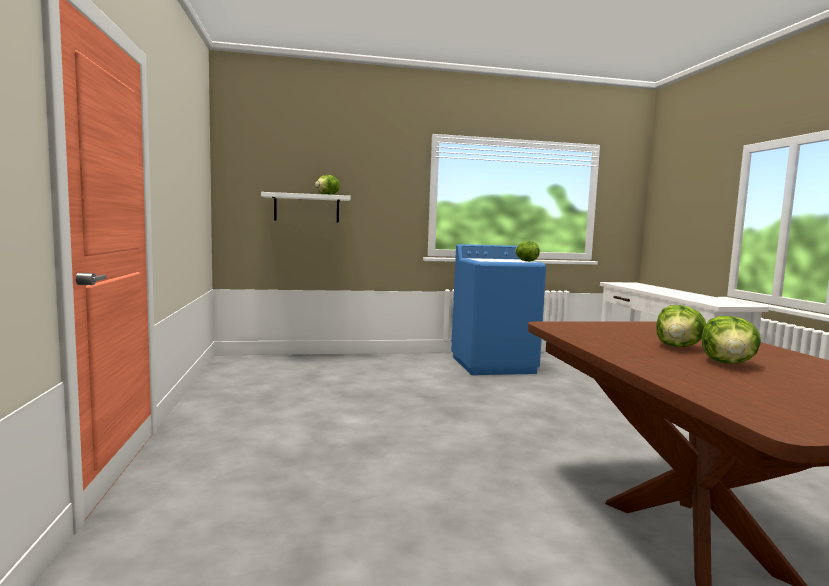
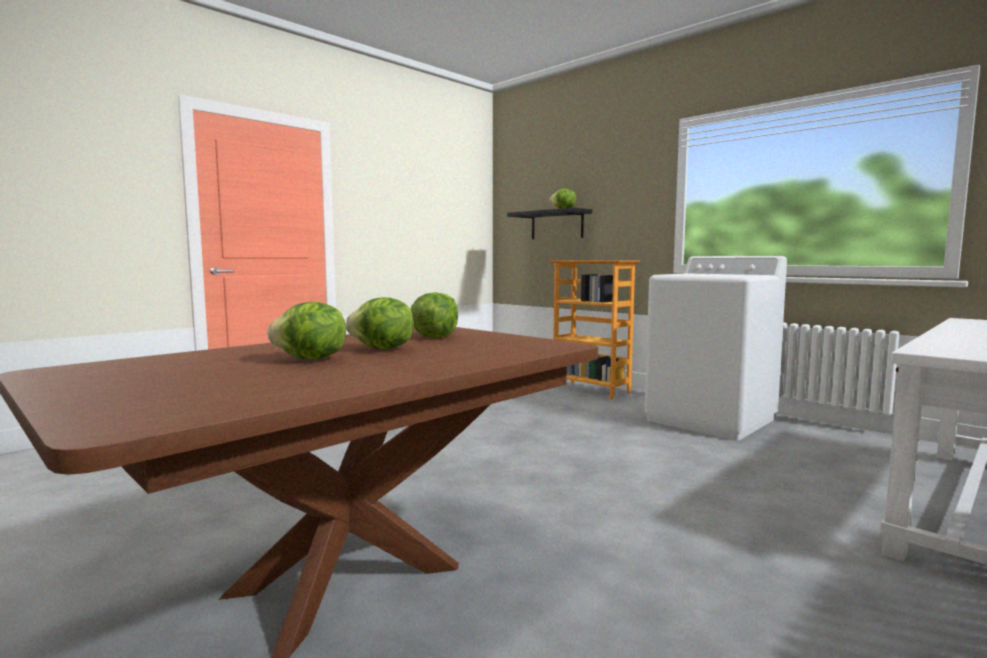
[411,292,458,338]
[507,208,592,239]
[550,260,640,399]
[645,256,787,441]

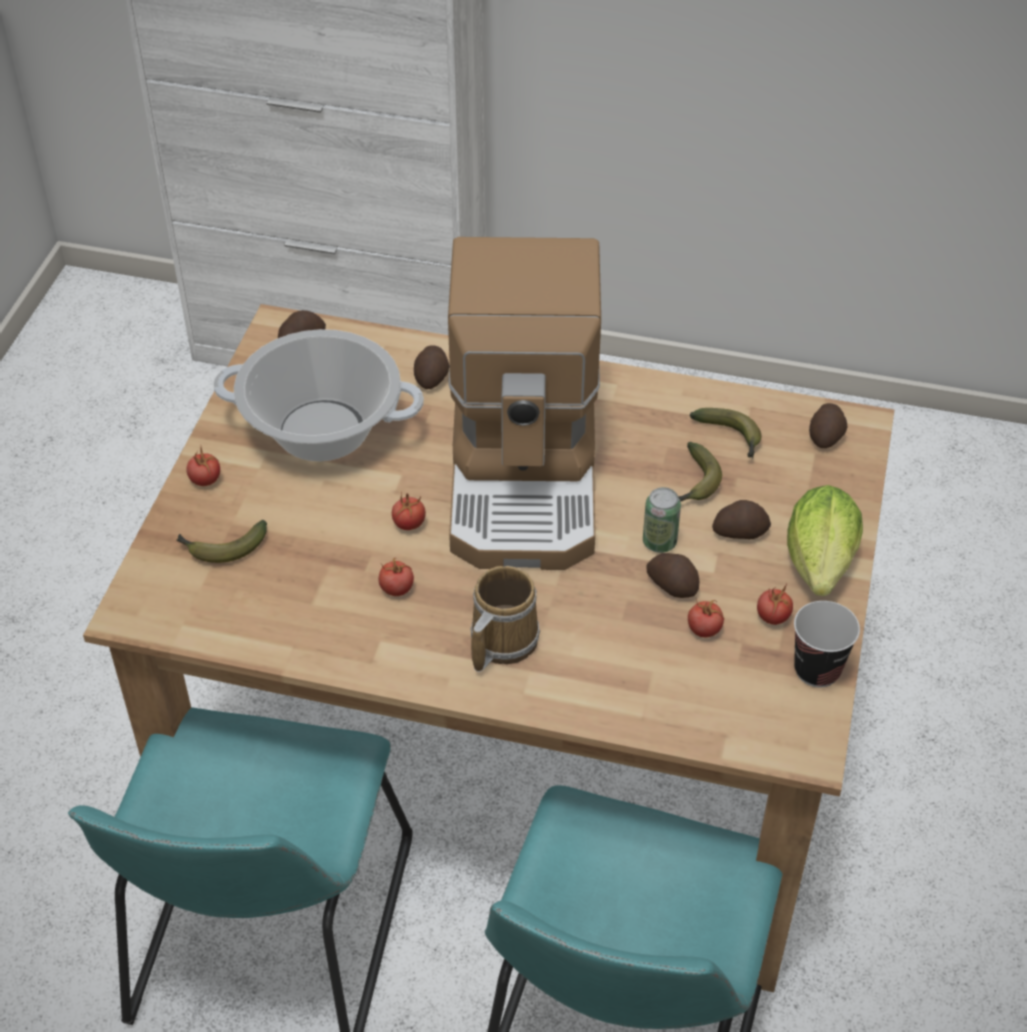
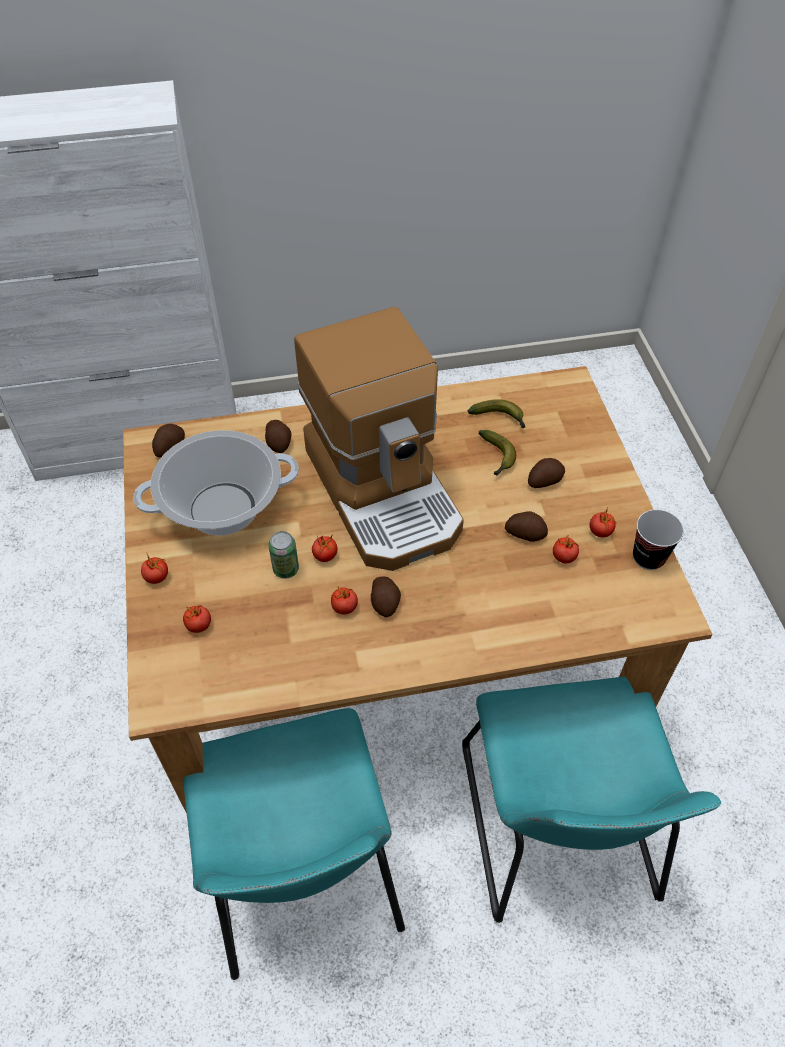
[183,605,211,633]
[268,531,299,579]
[371,576,401,617]
[470,566,540,672] (first image)
[787,485,863,596] (first image)

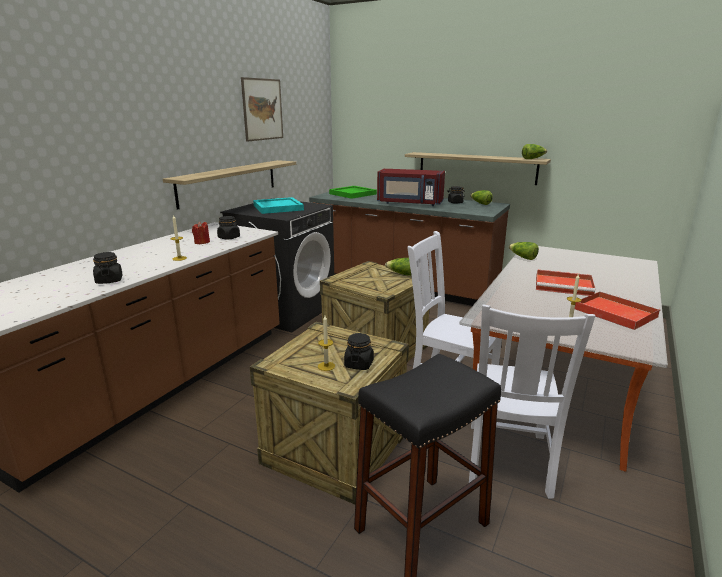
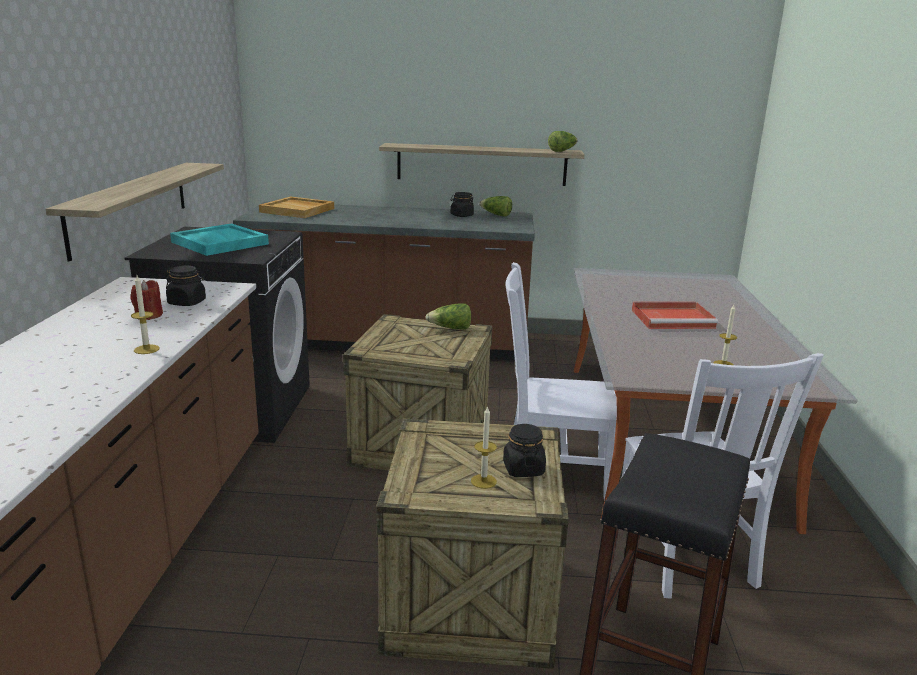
[259,196,334,218]
[93,252,123,284] (first image)
[241,77,283,142] (first image)
[377,169,445,206] (first image)
[509,242,539,260] (first image)
[575,291,660,330] (first image)

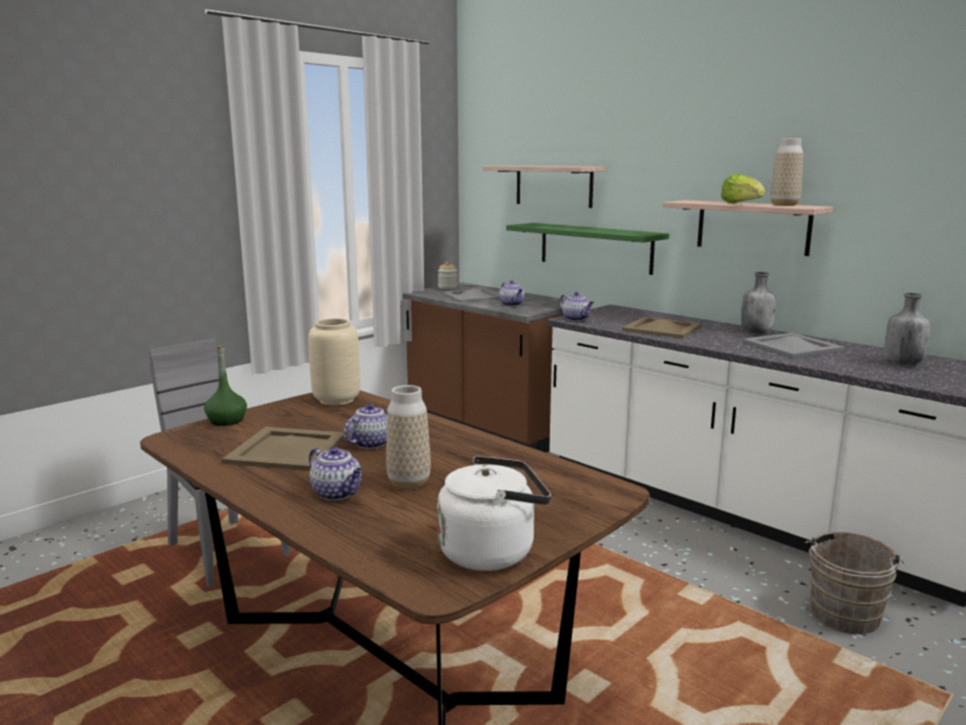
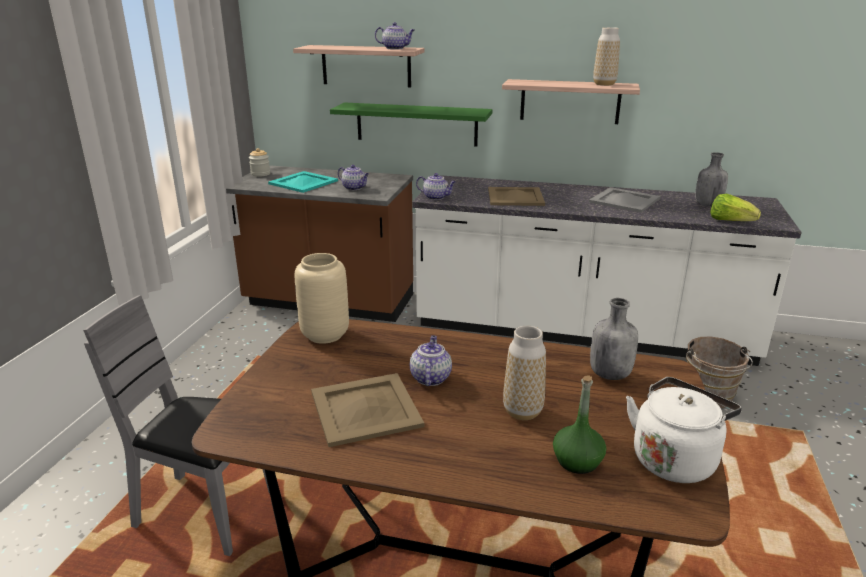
[268,171,338,193]
[375,22,415,50]
[553,375,606,474]
[590,298,638,380]
[710,194,761,221]

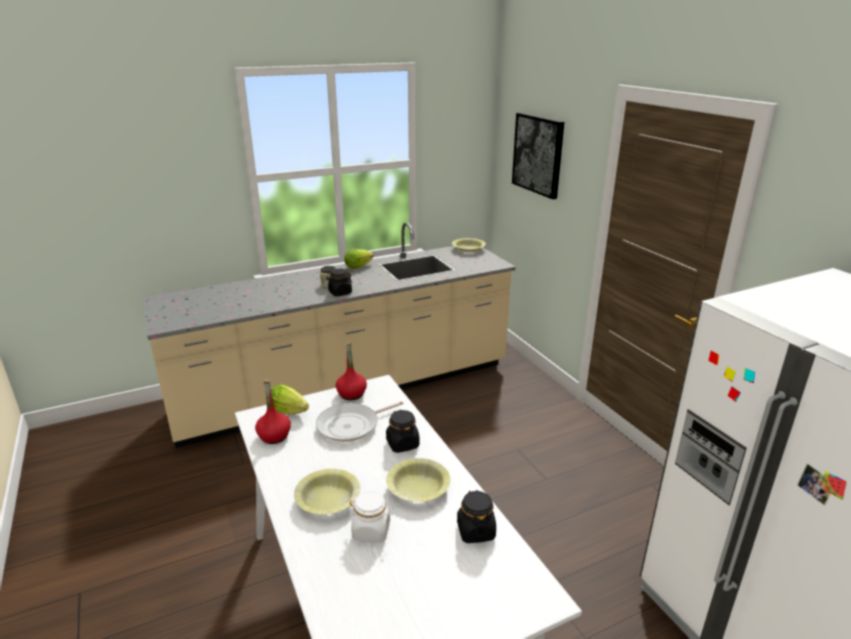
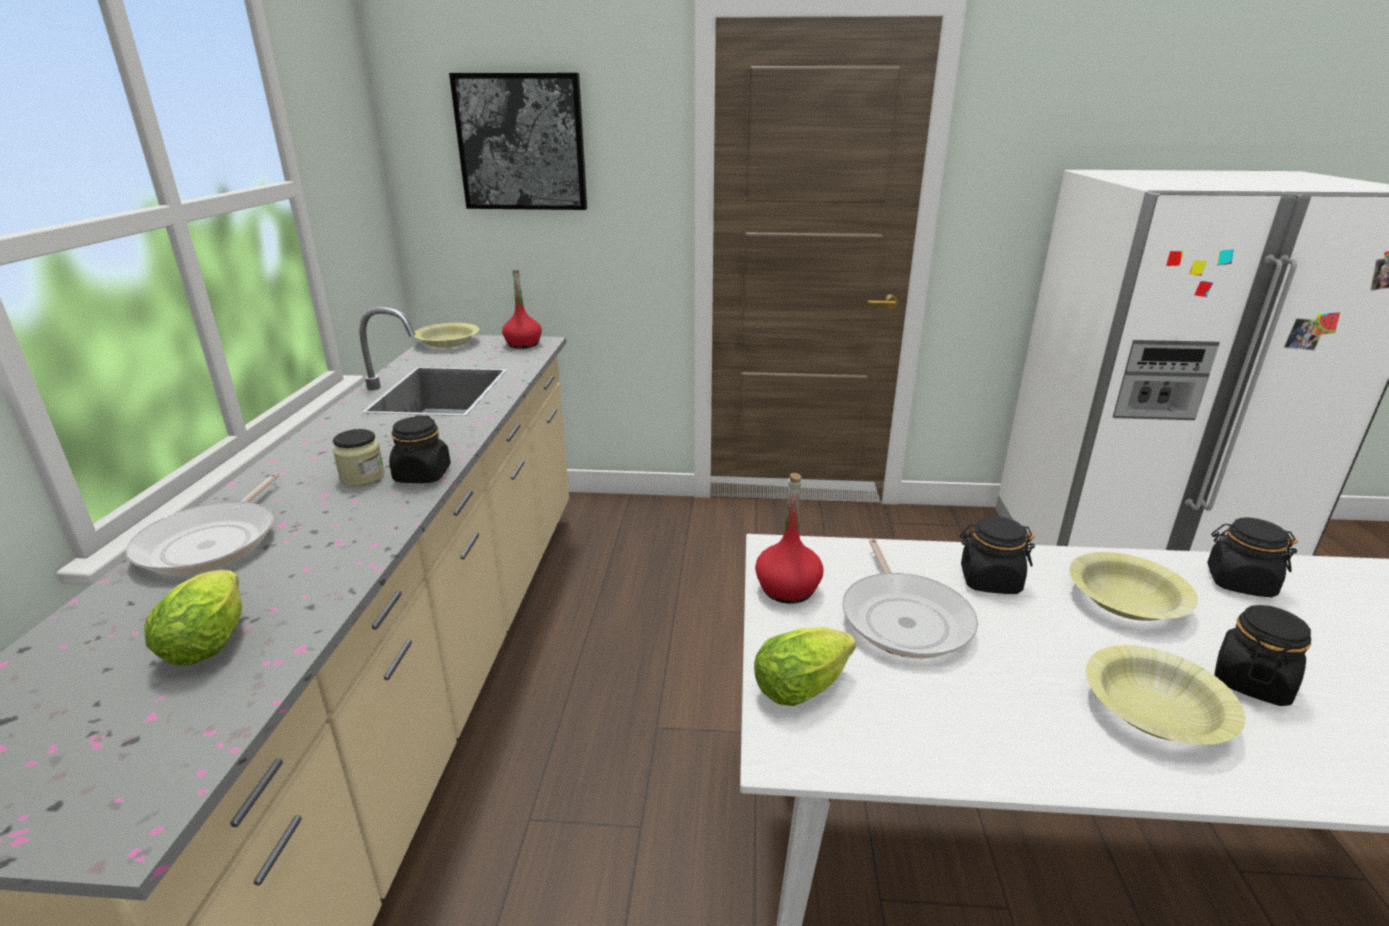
[126,473,279,575]
[144,570,242,666]
[502,270,542,349]
[1214,605,1311,706]

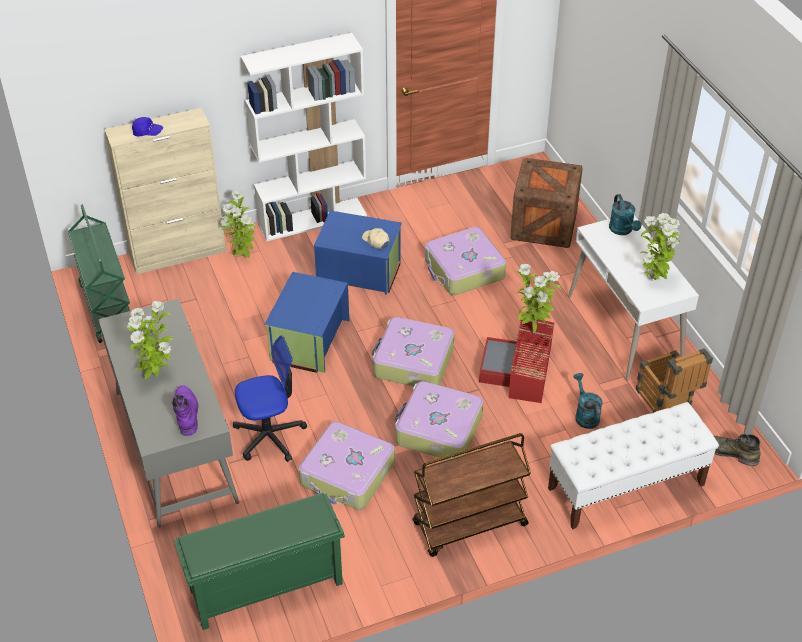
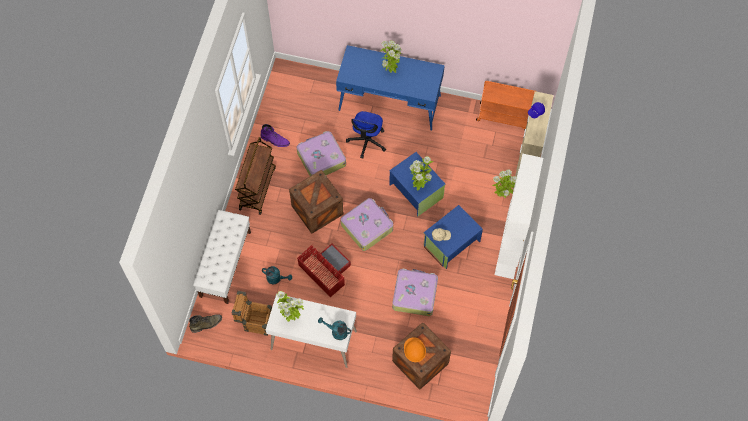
[261,124,290,147]
[289,170,343,233]
[336,45,445,131]
[404,337,426,362]
[409,156,433,191]
[476,81,537,131]
[174,493,345,630] (first image)

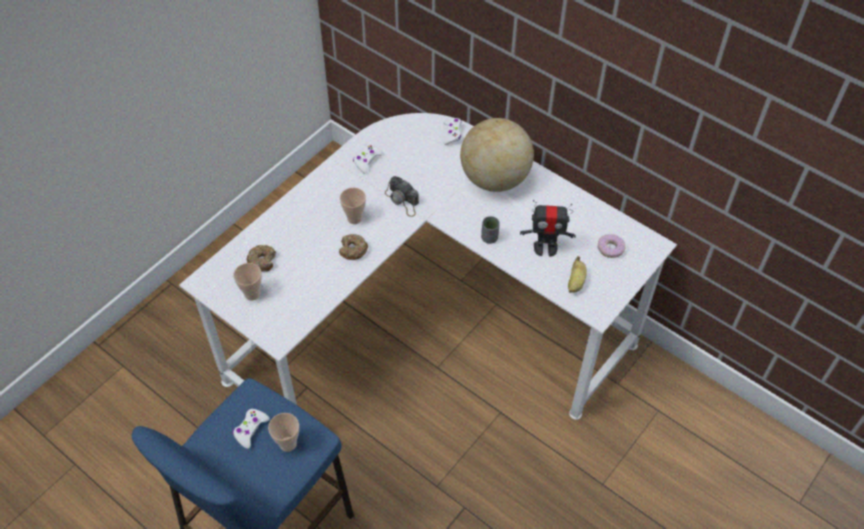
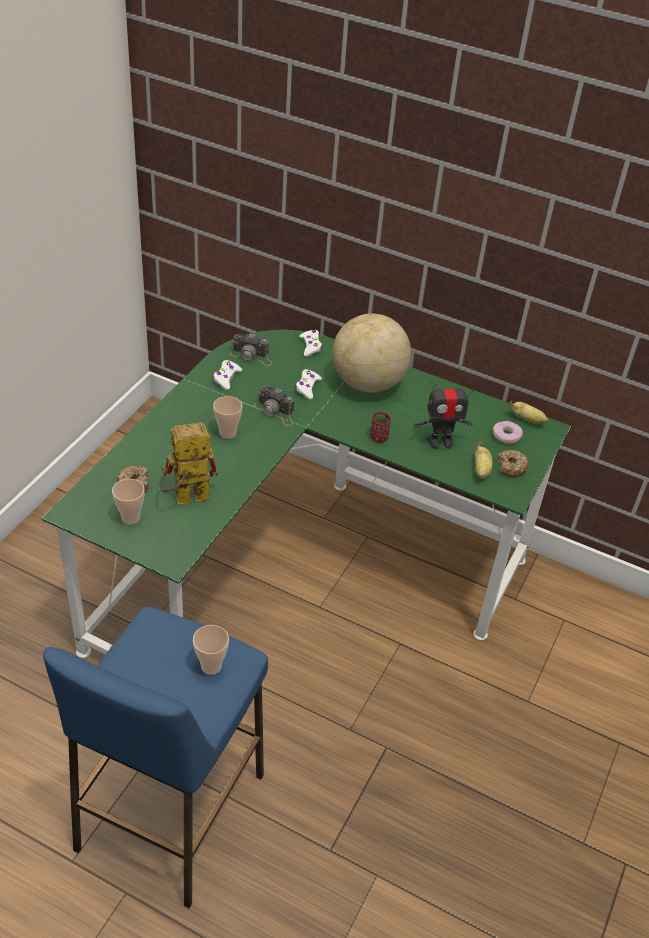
[42,330,571,658]
[160,422,219,505]
[230,334,273,366]
[295,369,322,400]
[370,412,391,443]
[497,450,529,477]
[509,401,548,424]

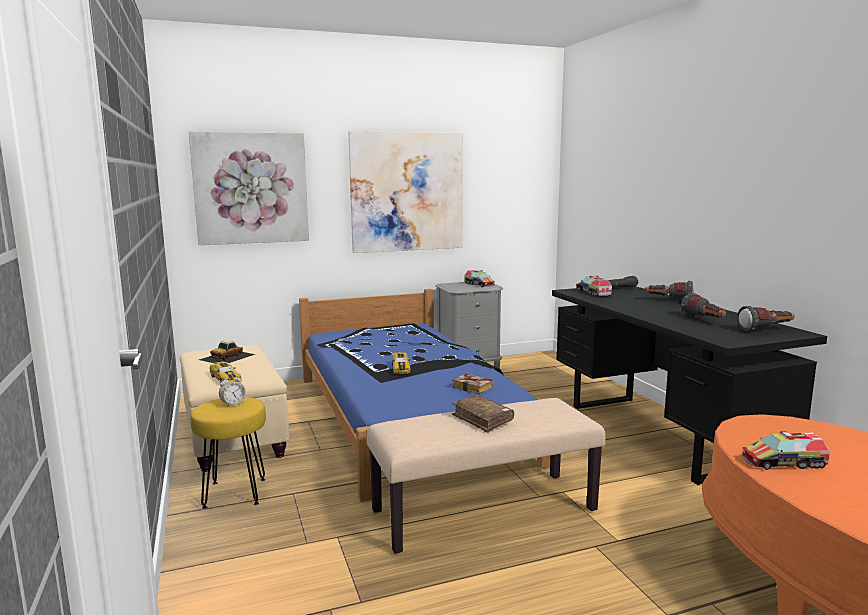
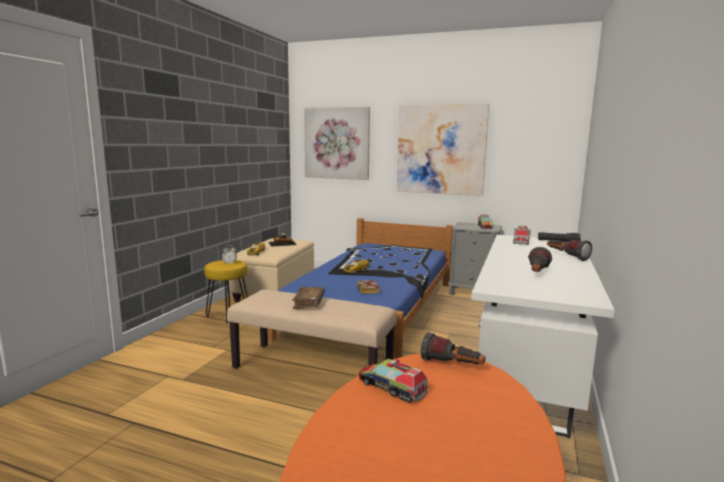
[421,332,485,364]
[471,235,615,438]

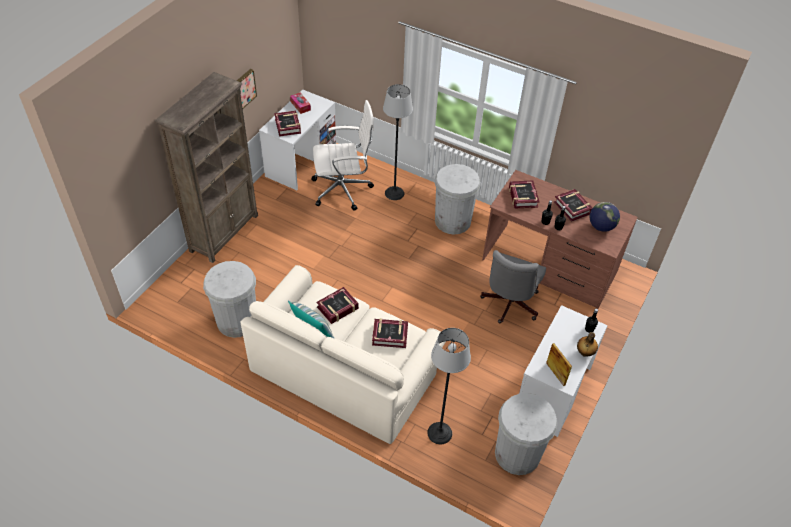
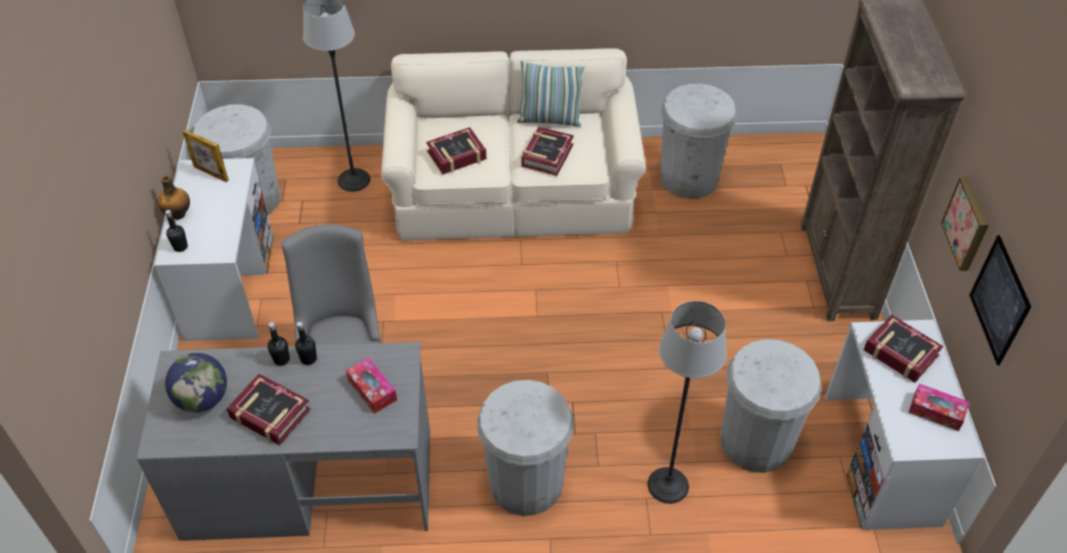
[136,342,430,541]
[346,358,397,414]
[720,339,821,473]
[969,235,1031,365]

